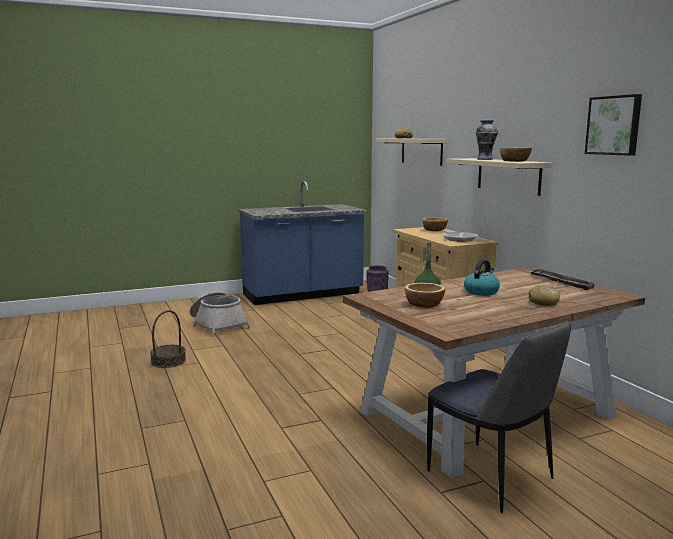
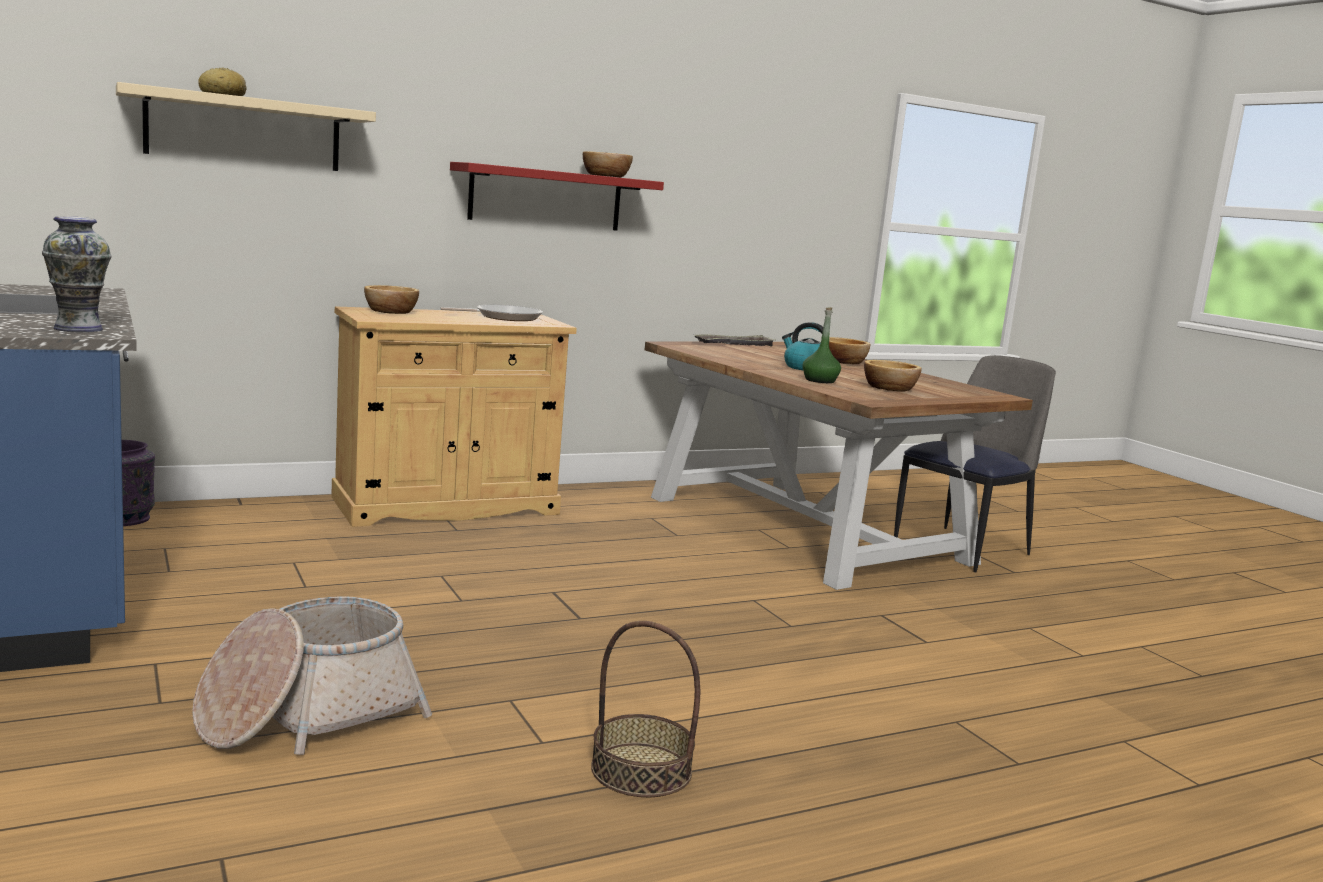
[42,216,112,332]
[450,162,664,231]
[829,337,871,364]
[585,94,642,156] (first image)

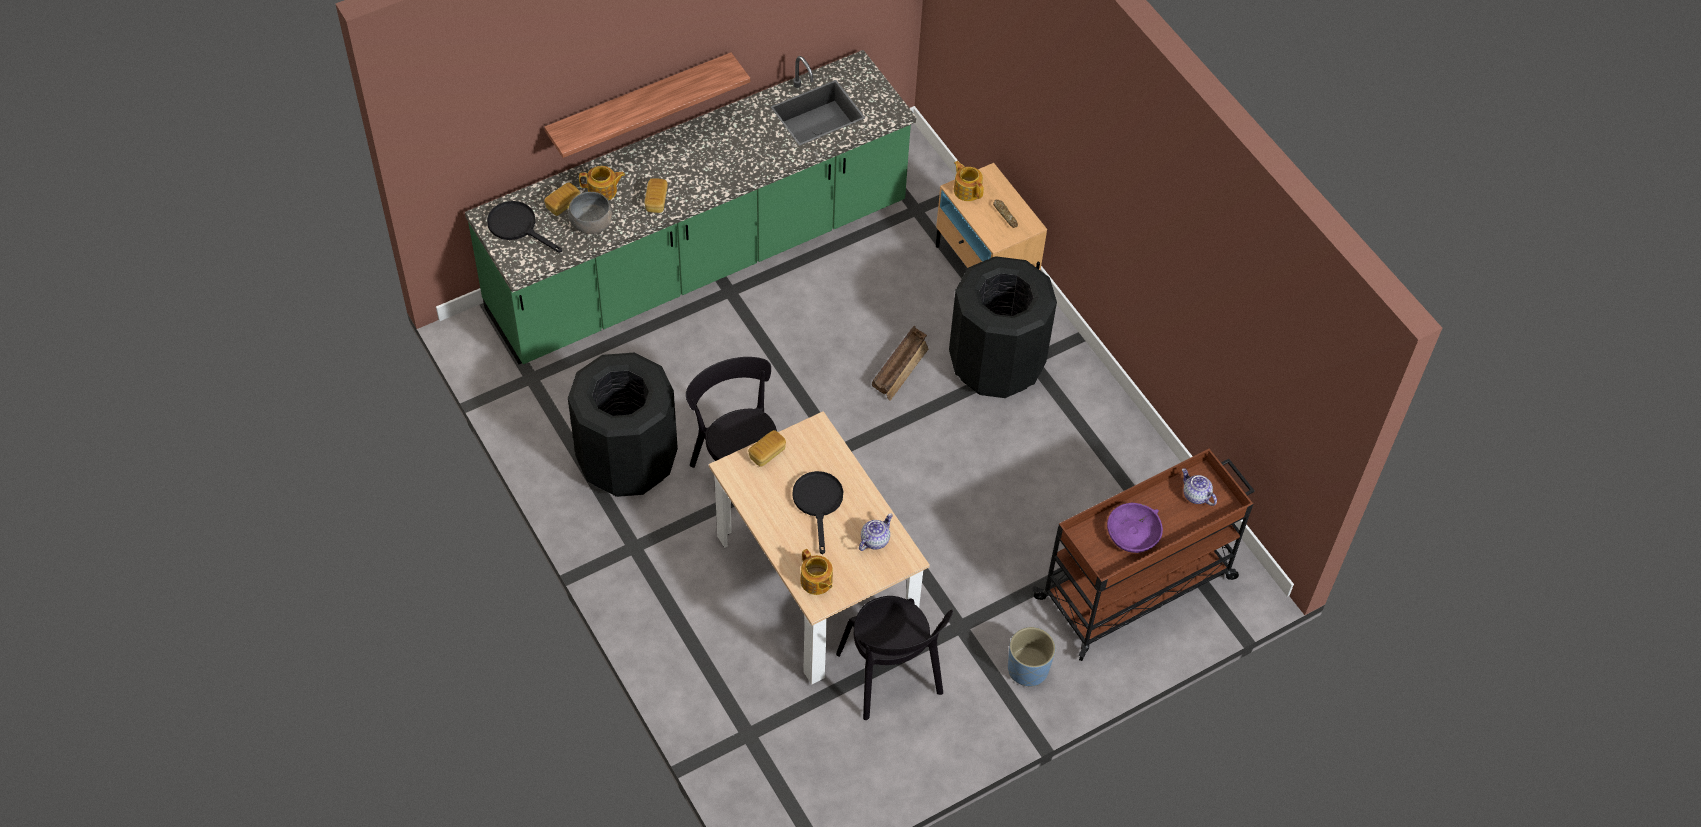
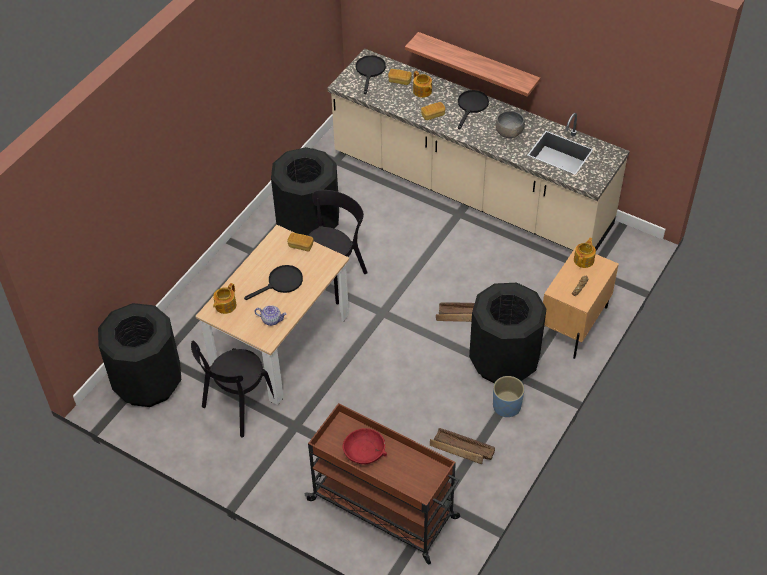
[98,303,181,407]
[328,48,630,251]
[342,428,387,464]
[430,428,495,464]
[458,90,489,129]
[493,376,525,417]
[496,111,525,138]
[1182,468,1217,506] (first image)

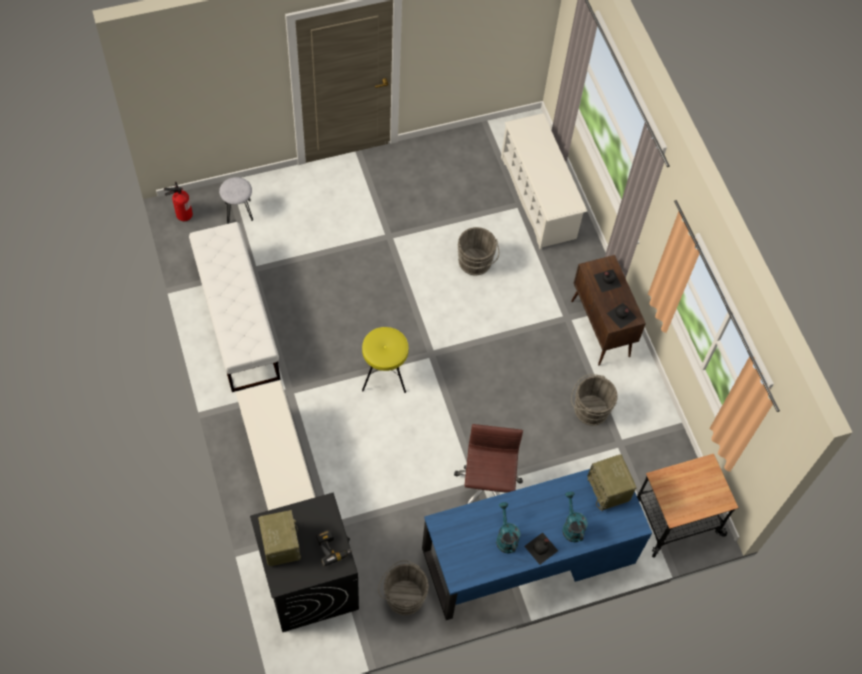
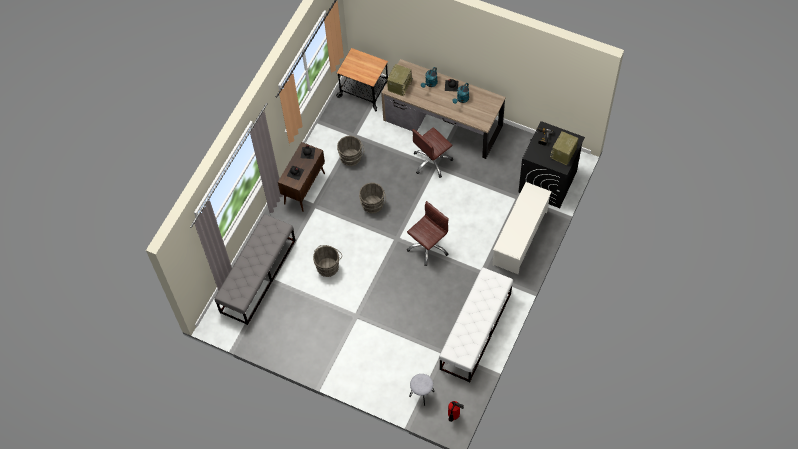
[214,214,296,325]
[359,183,386,214]
[381,59,506,159]
[407,201,449,266]

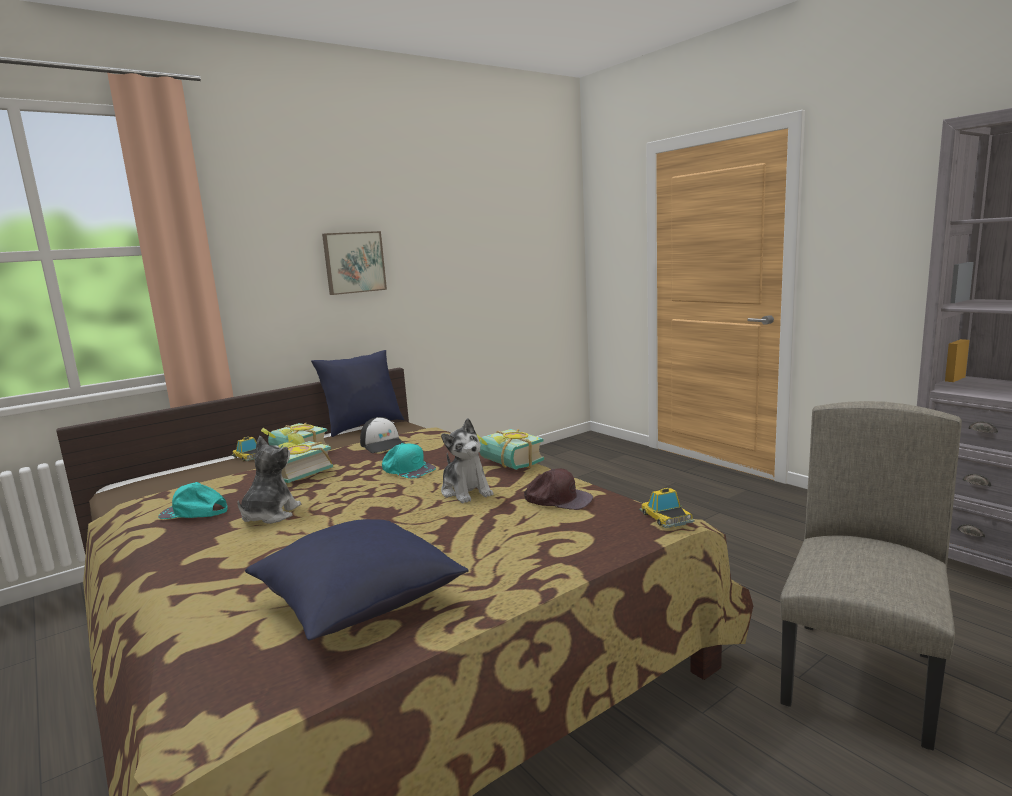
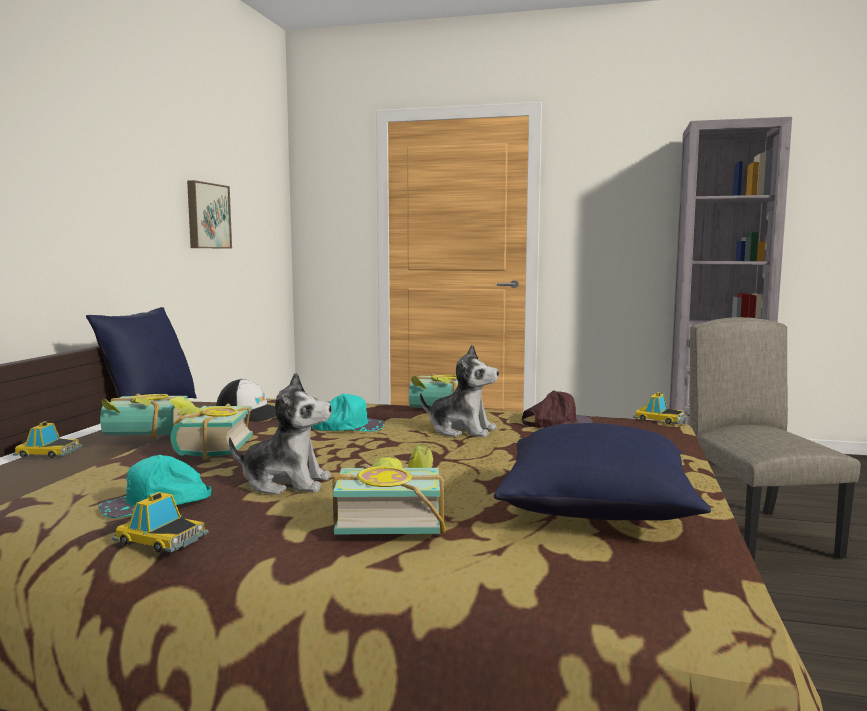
[112,492,208,552]
[187,180,232,248]
[229,372,332,495]
[332,444,446,534]

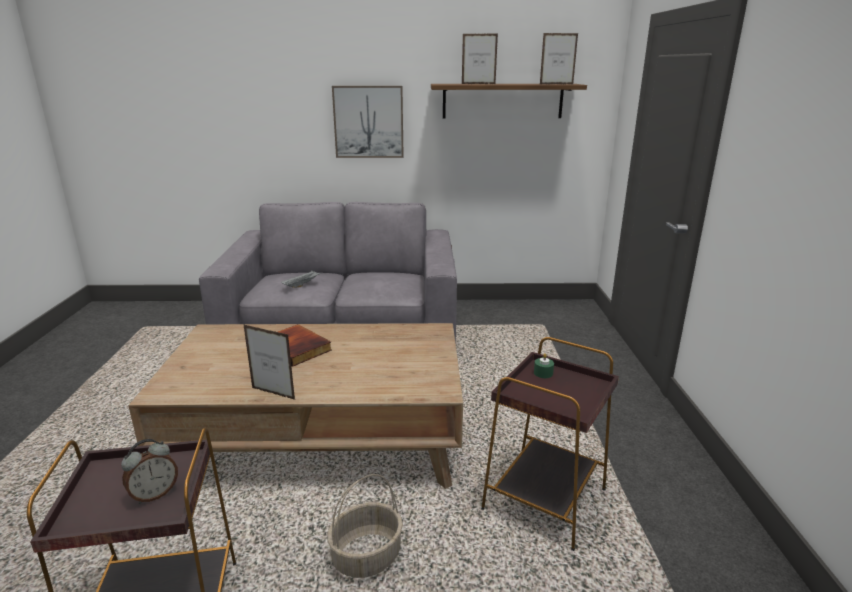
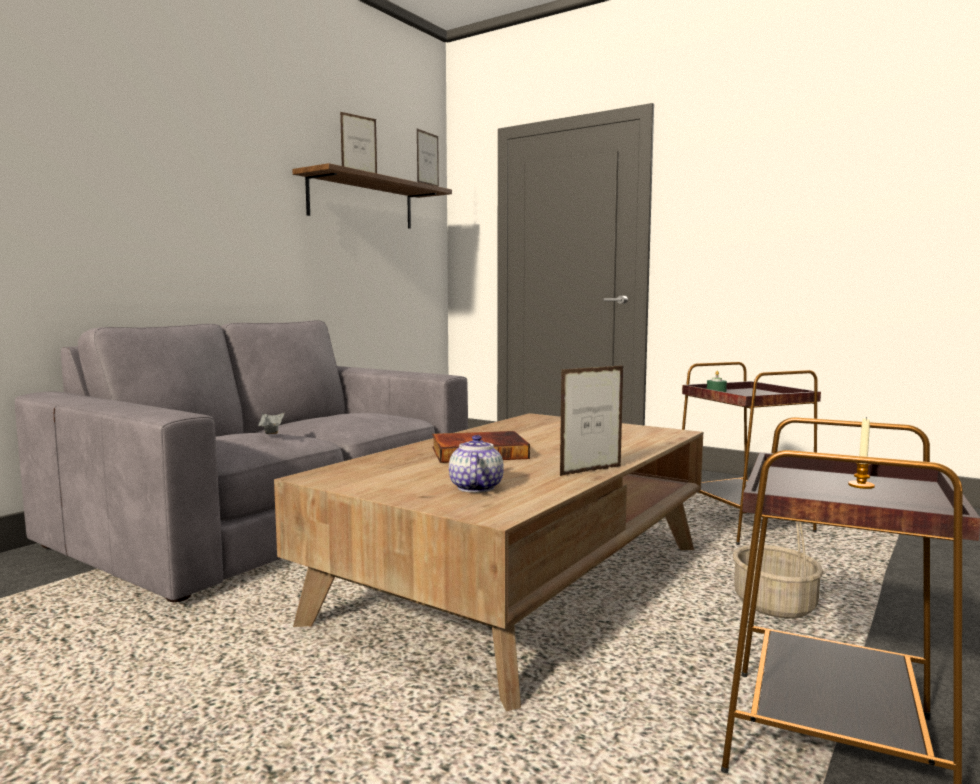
[449,435,504,493]
[848,417,875,489]
[332,86,404,158] (first image)

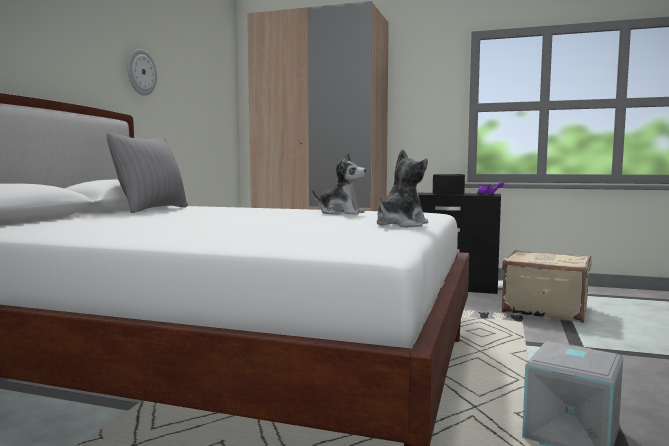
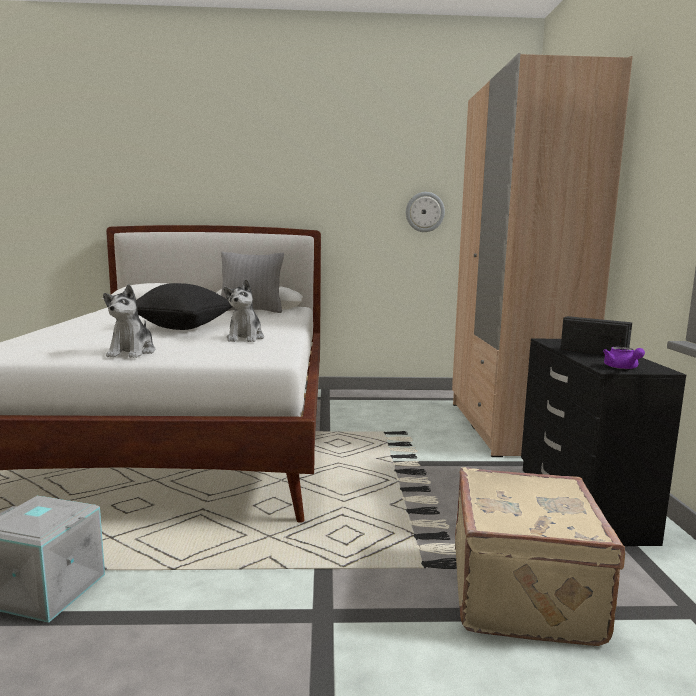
[103,284,155,358]
[136,283,232,330]
[406,192,445,232]

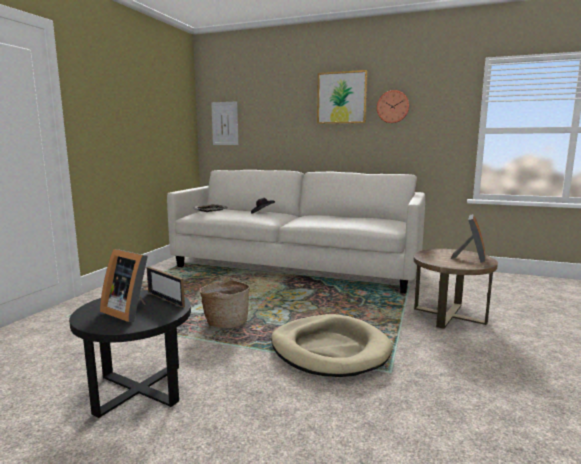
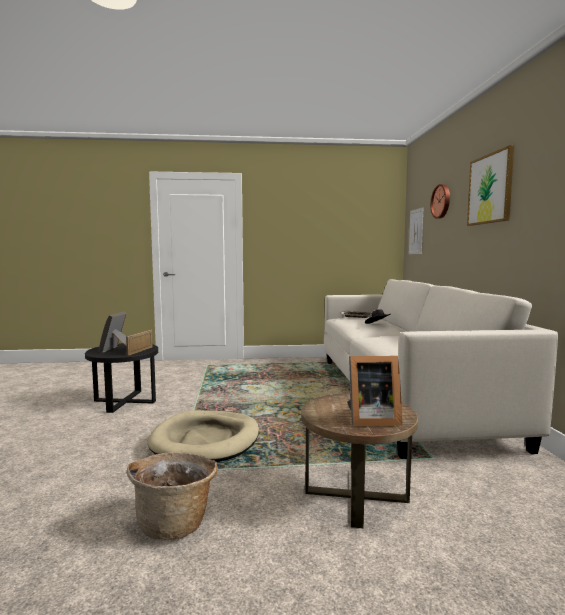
[126,452,218,540]
[431,184,450,219]

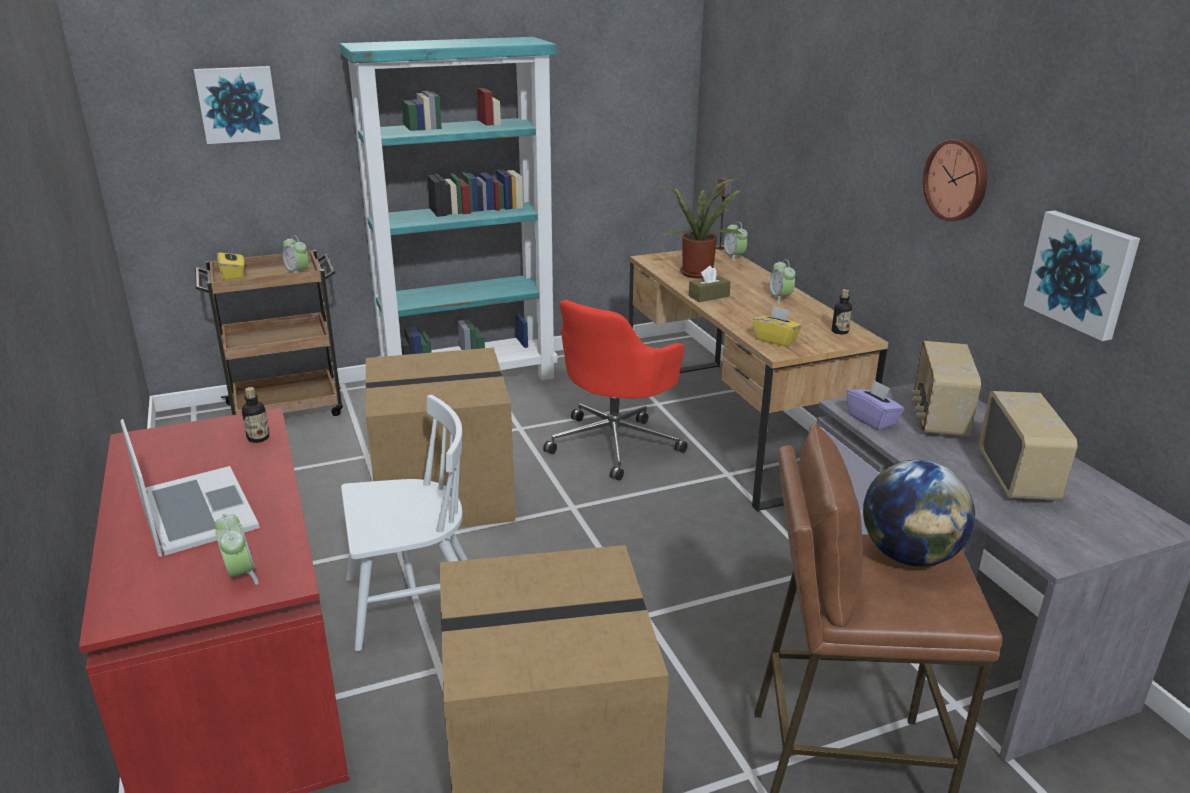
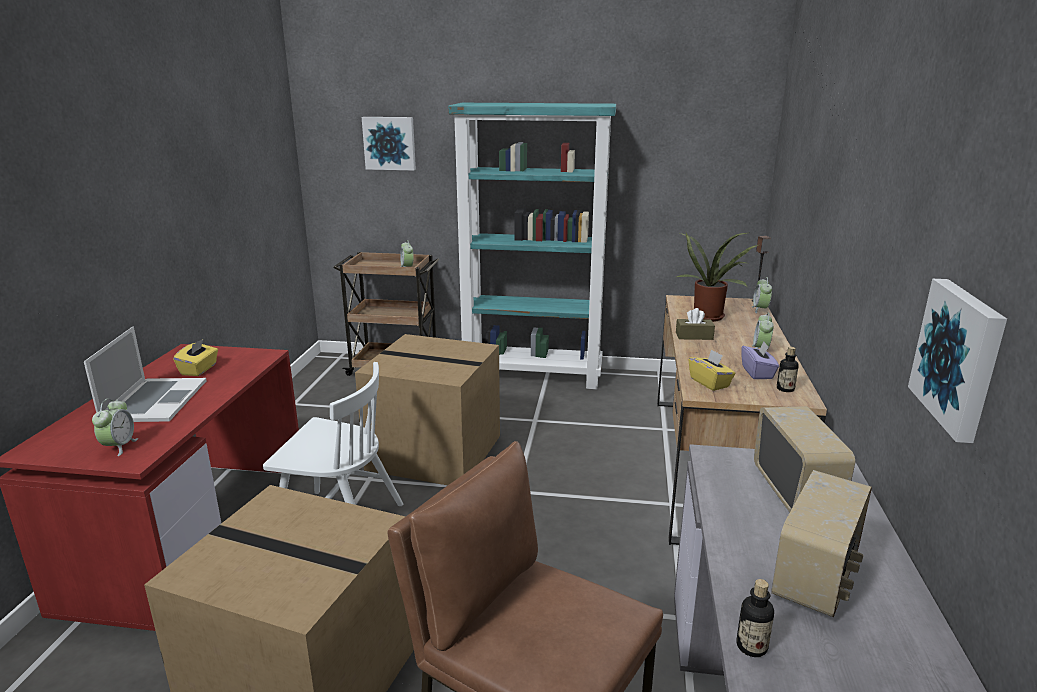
[173,339,218,376]
[737,579,774,657]
[741,341,779,379]
[754,406,855,512]
[543,300,688,481] (first image)
[863,460,975,567] (first image)
[923,139,987,221] (first image)

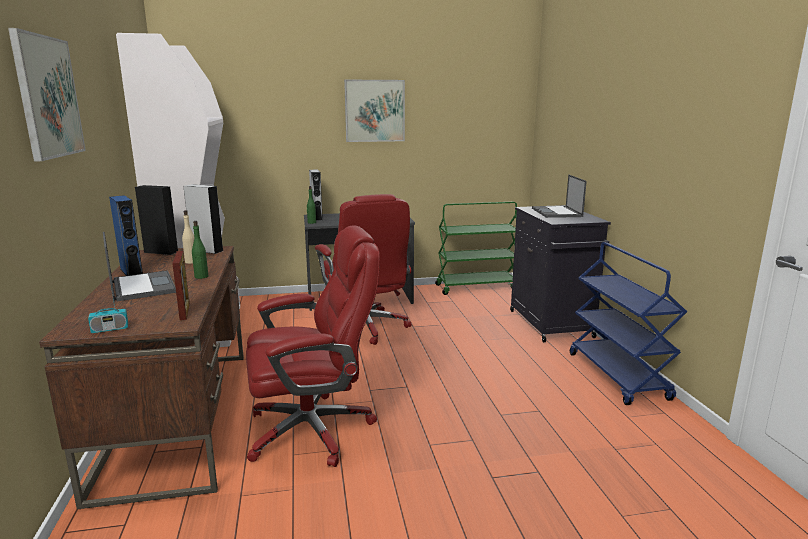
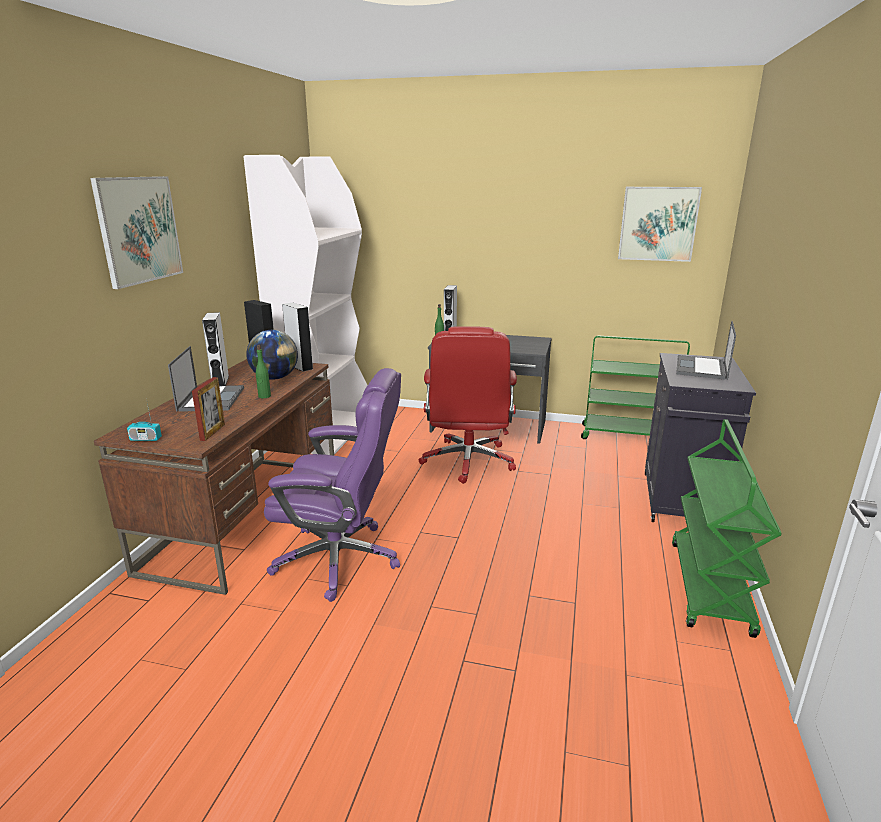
[202,312,229,386]
[247,330,298,380]
[264,368,401,602]
[618,187,702,262]
[672,419,782,638]

